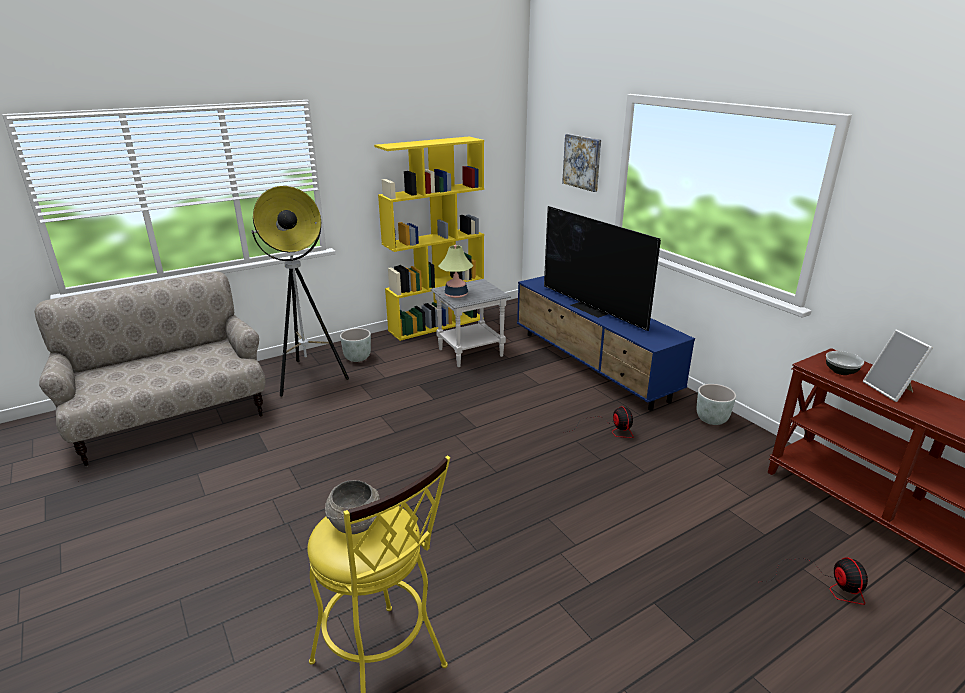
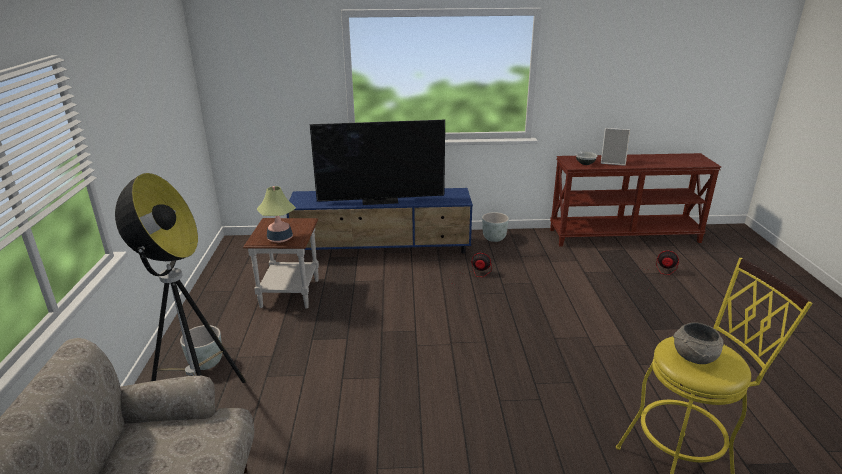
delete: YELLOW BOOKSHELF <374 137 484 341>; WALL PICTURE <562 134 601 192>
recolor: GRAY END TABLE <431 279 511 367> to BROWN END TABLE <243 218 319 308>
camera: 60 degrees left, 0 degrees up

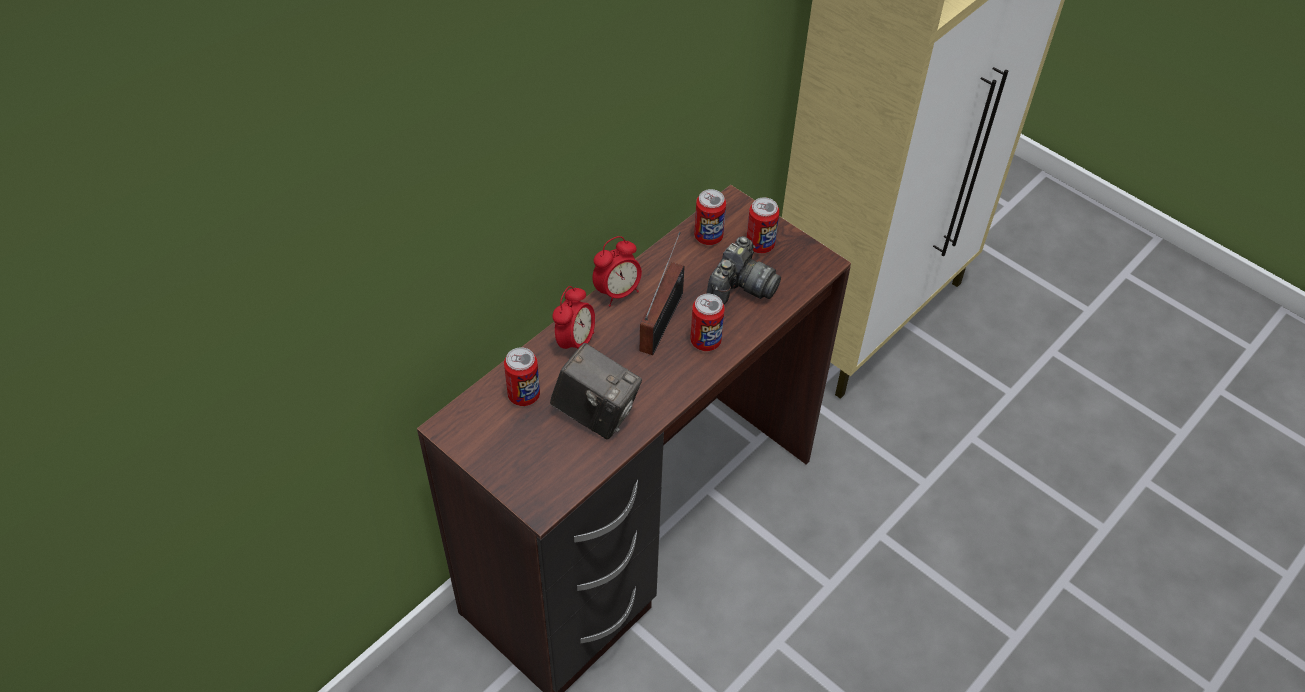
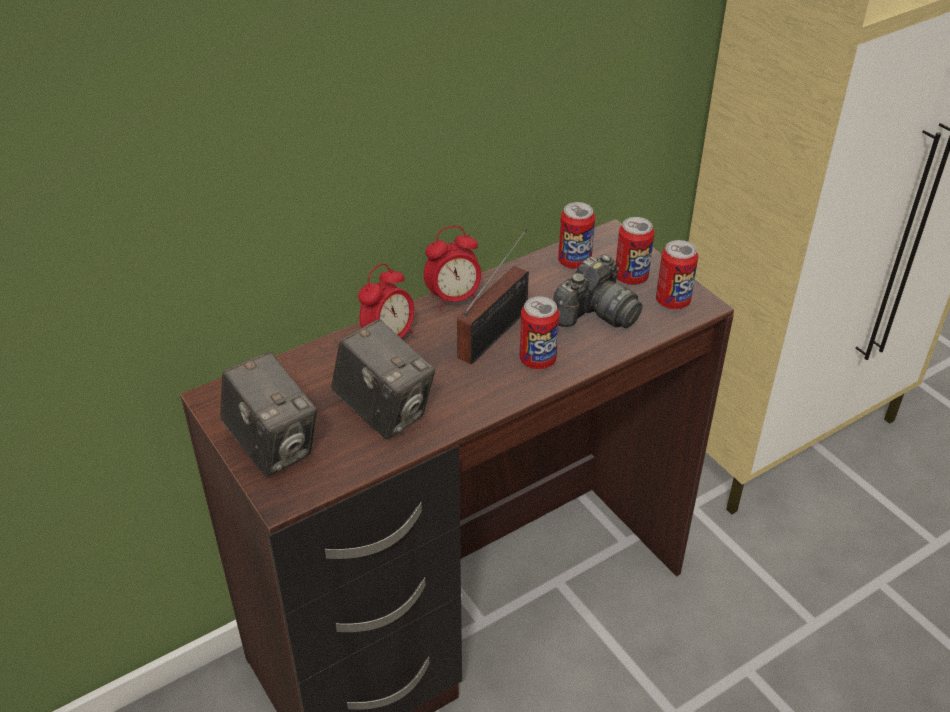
insert: STILL CAMERA <220 352 317 476>
move: METAL CAN <504 347 540 406> to <656 240 698 309>
camera: 15 degrees right, 10 degrees down

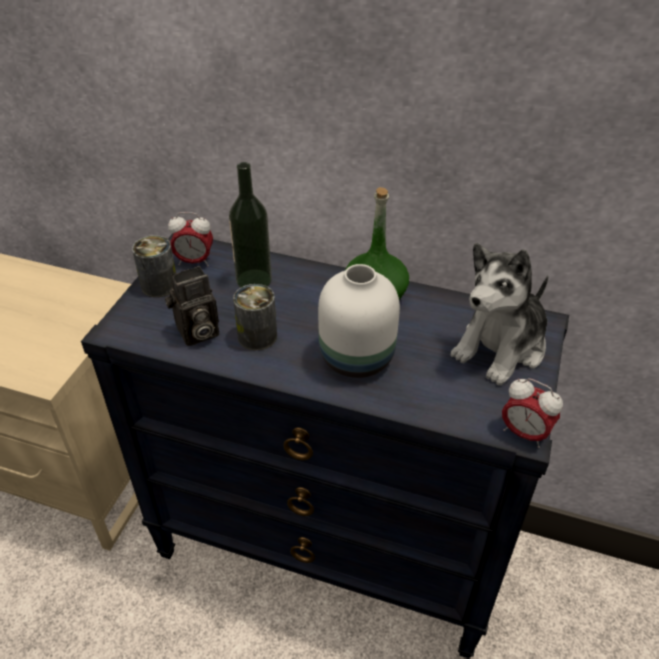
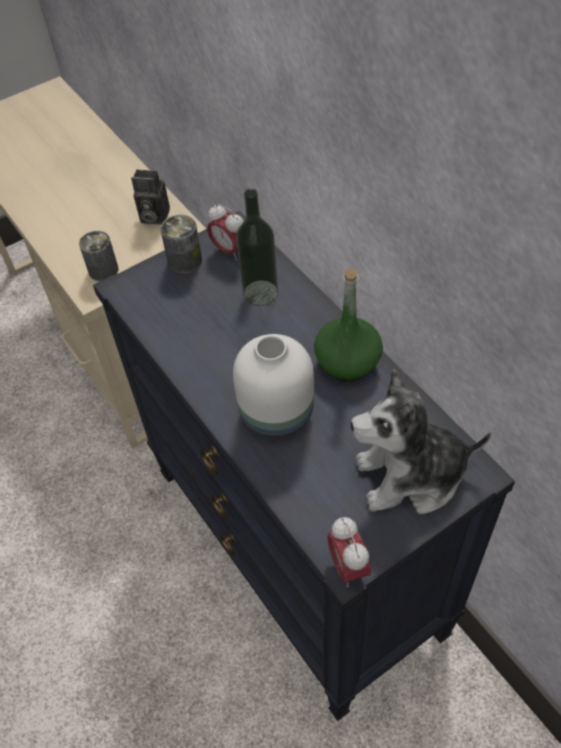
move: STILL CAMERA <165 266 219 346> to <131 170 170 225>; METAL CAN <233 284 277 351> to <79 231 119 281>
camera: 40 degrees right, 10 degrees up

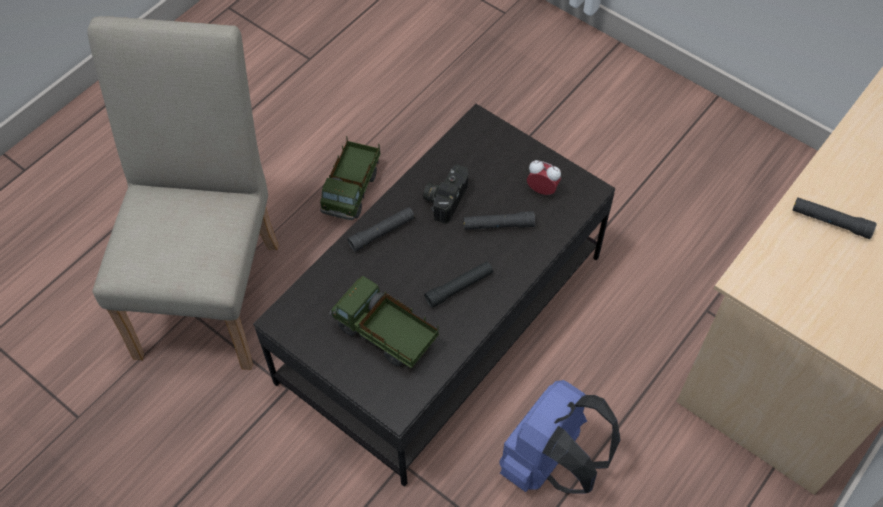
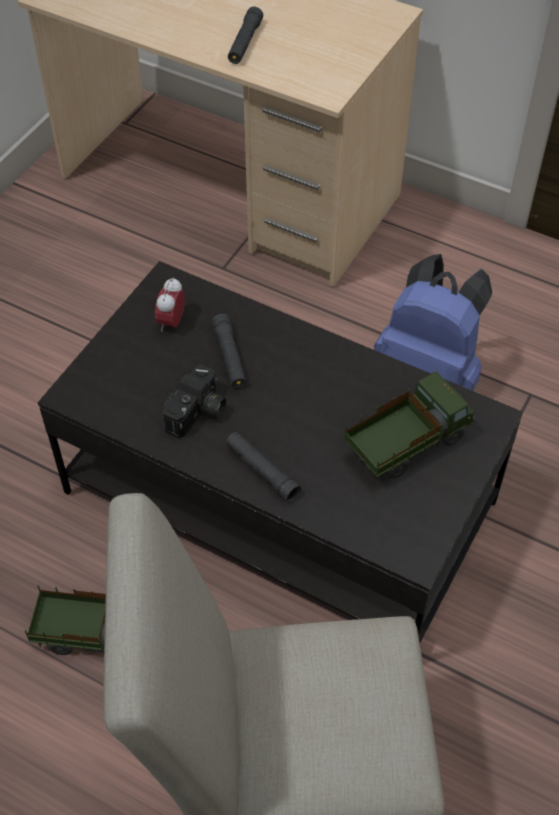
delete: BLACKISH TORCH <424 261 493 308>
rotate: TOY LORRY <330 276 439 369> = <344 372 475 479> 150 degrees counterclockwise; STILL CAMERA <423 164 468 224> = <163 365 226 438> 75 degrees counterclockwise
camera: 100 degrees left, 5 degrees down

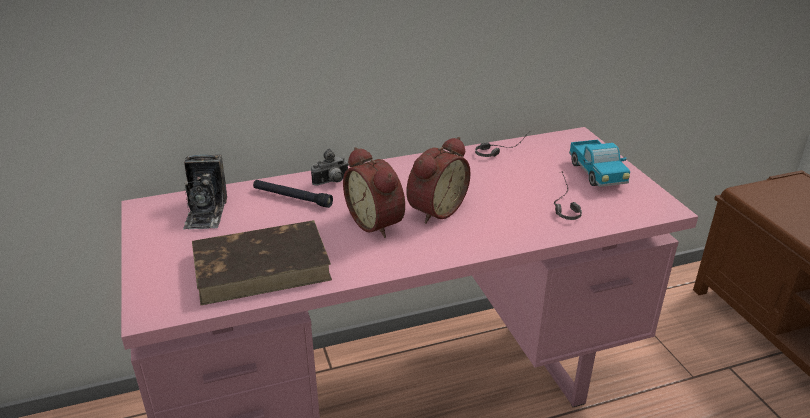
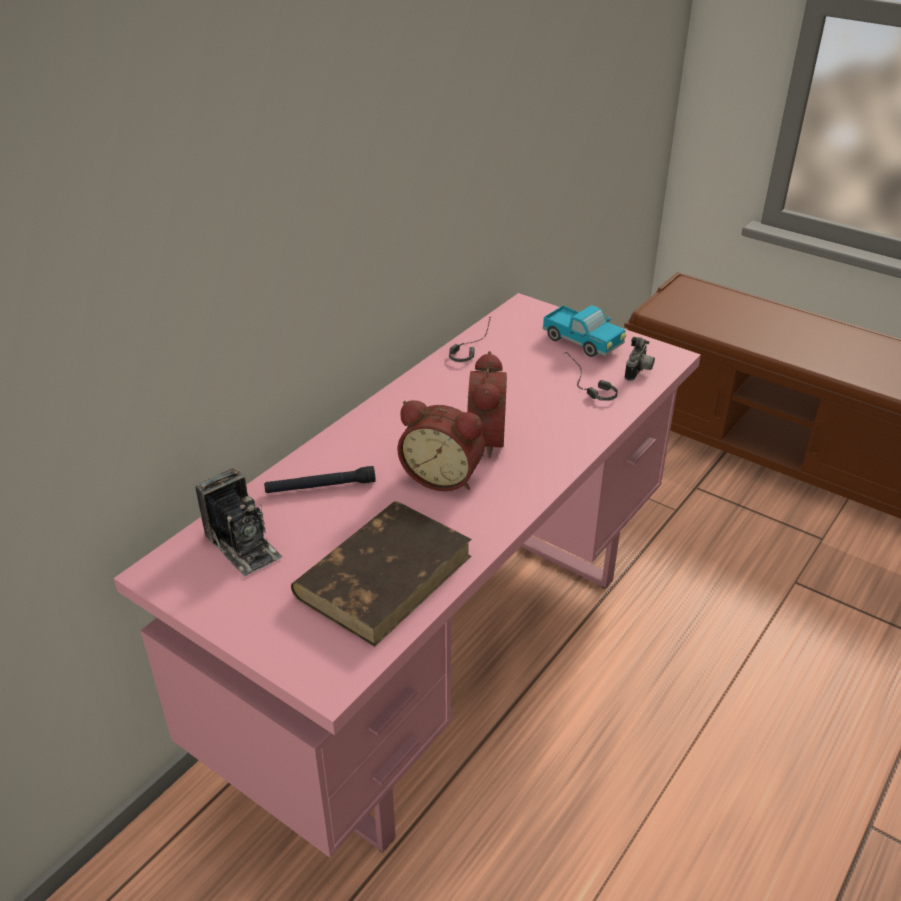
move: STILL CAMERA <311 149 349 185> to <625 337 655 381>
camera: 35 degrees left, 5 degrees up

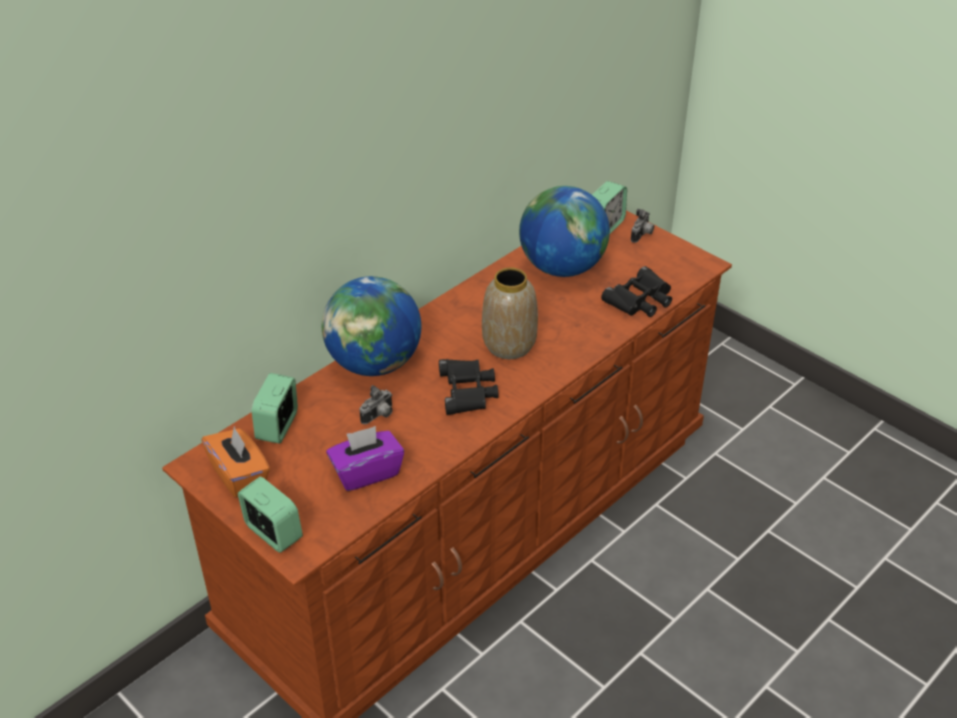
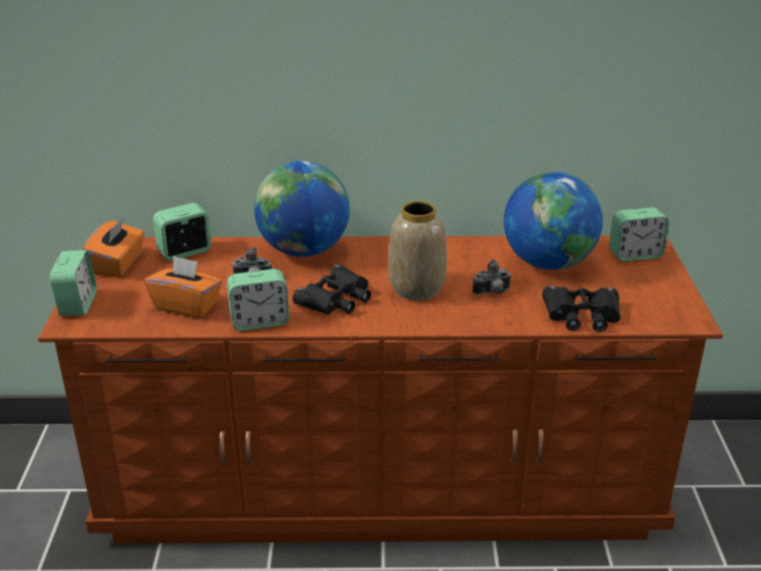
insert: BEDSIDE CLOCK <227 269 289 331>
move: STILL CAMERA <631 209 654 243> to <473 259 512 295>
recolor: PURPLE-COLOURED TISSUE HOLDER <326 426 404 491> to ORANGEY TISSUE HOLDER <144 255 222 318>
camera: 45 degrees right, 10 degrees down

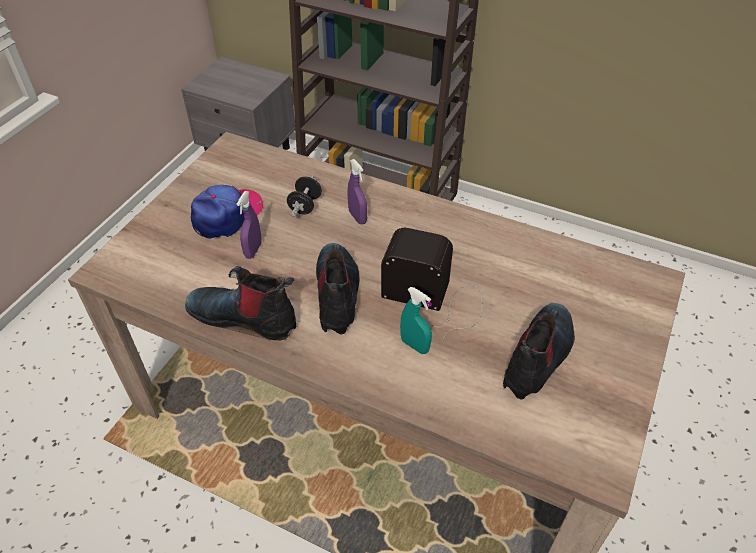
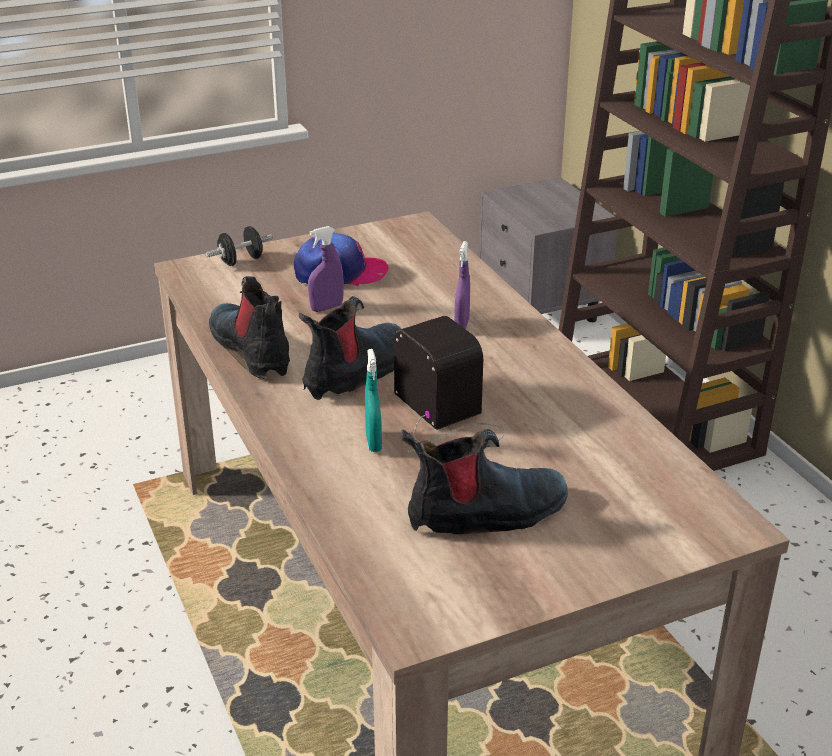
move: BLACKISH FREE WEIGHT <287 175 322 217> to <206 226 273 266>
camera: 40 degrees right, 15 degrees down

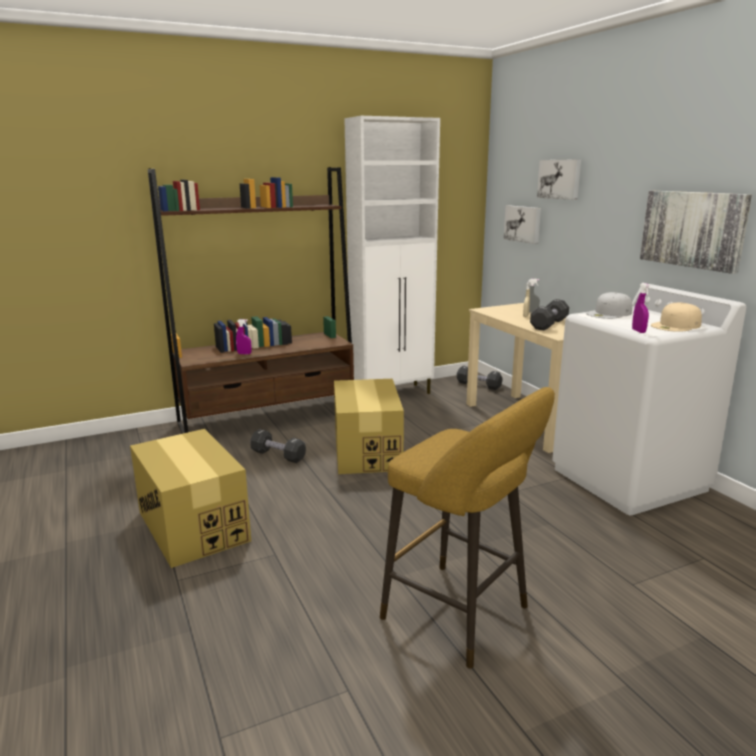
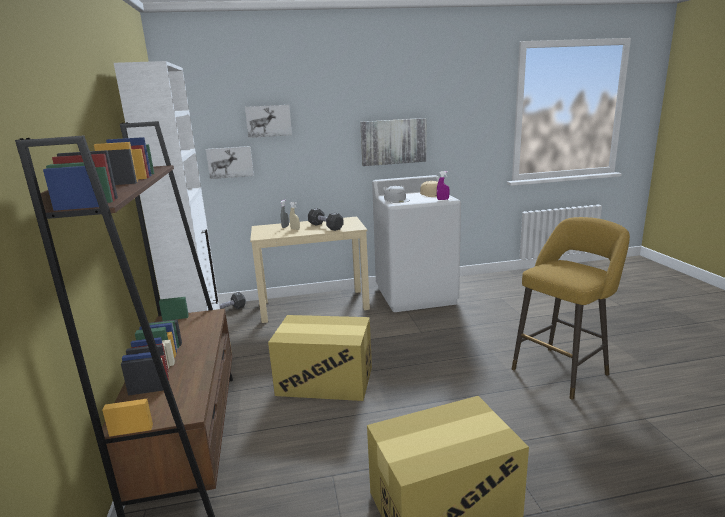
delete: PURPLE-COLOURED HAND SPRAYER <236 319 252 355>; BLACKISH FREE WEIGHT <250 429 306 463>
camera: 75 degrees left, 0 degrees up

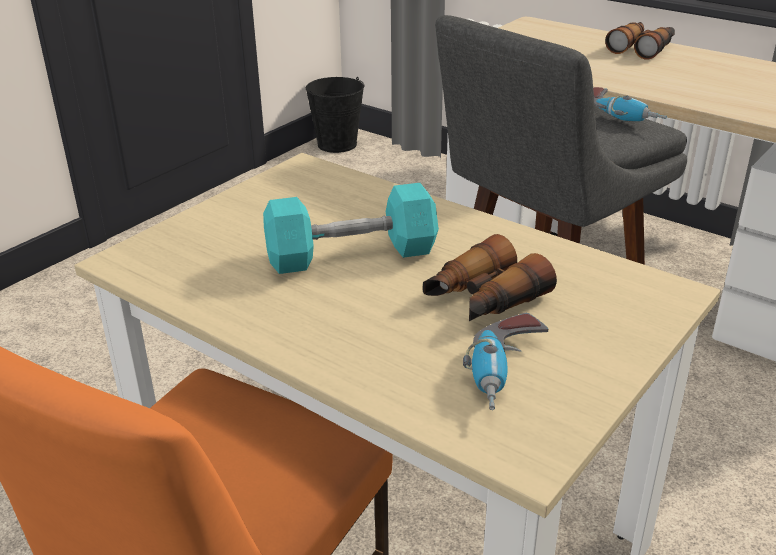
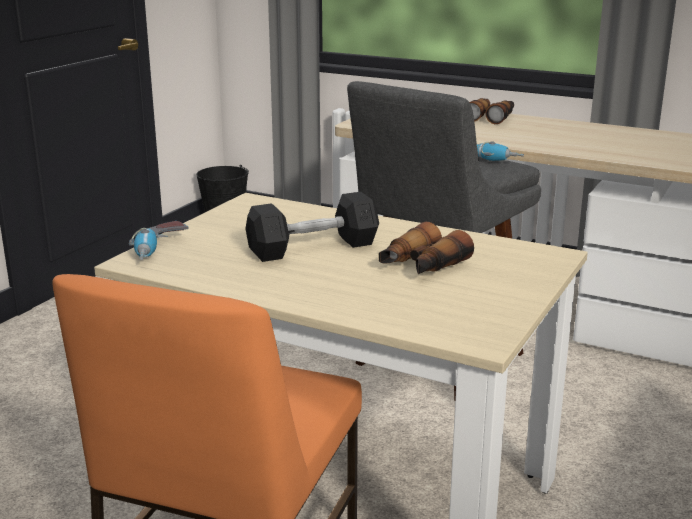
move: ELECTRIC DRILL <463 313 548 410> to <129 221 188 260>
recolor: BLUE-GREEN FREE WEIGHT <263 183 439 274> to BLACKISH FREE WEIGHT <245 192 379 262>
camera: 10 degrees left, 10 degrees down

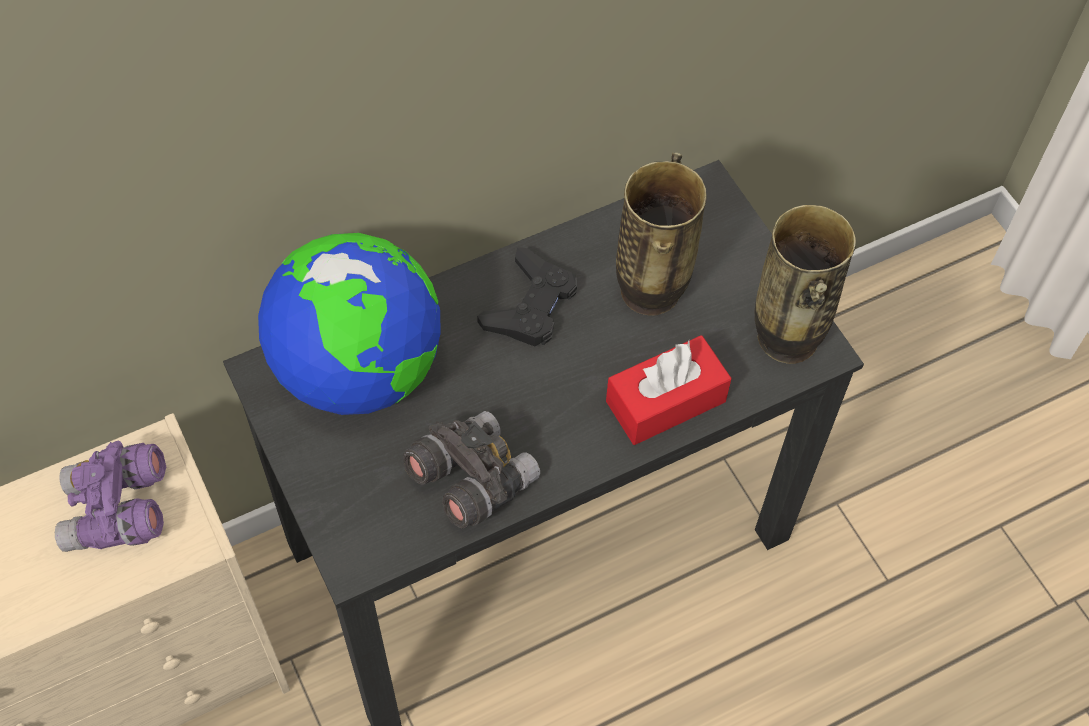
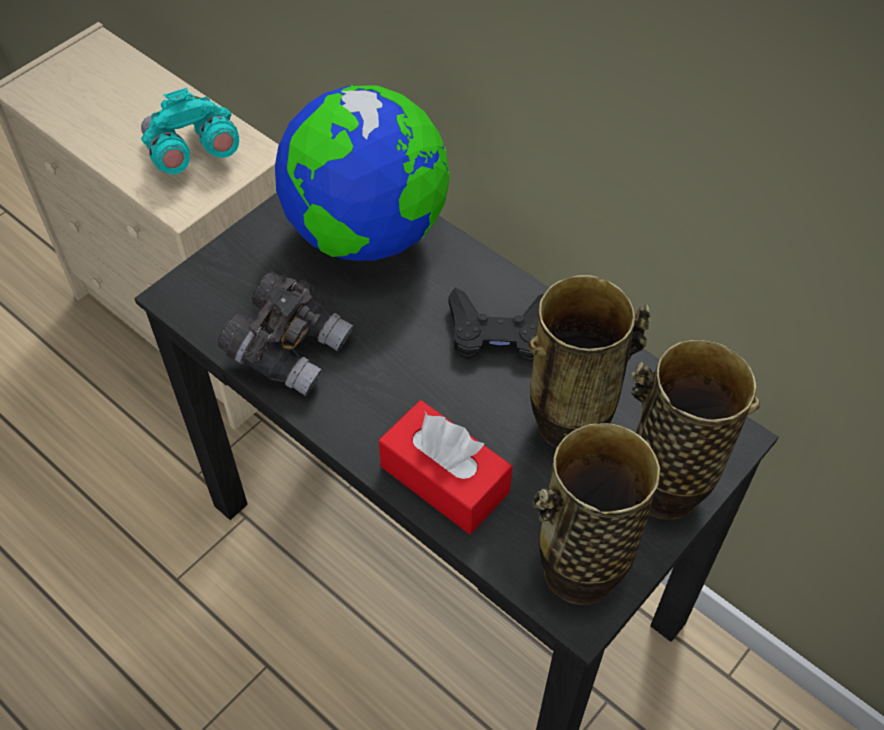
insert: VASE <631 340 760 520>
recolor: PURPLE-COLOURED FIELD GLASSES <55 440 166 552> to BLUE-GREEN FIELD GLASSES <141 88 239 174>
camera: 70 degrees right, 5 degrees down

